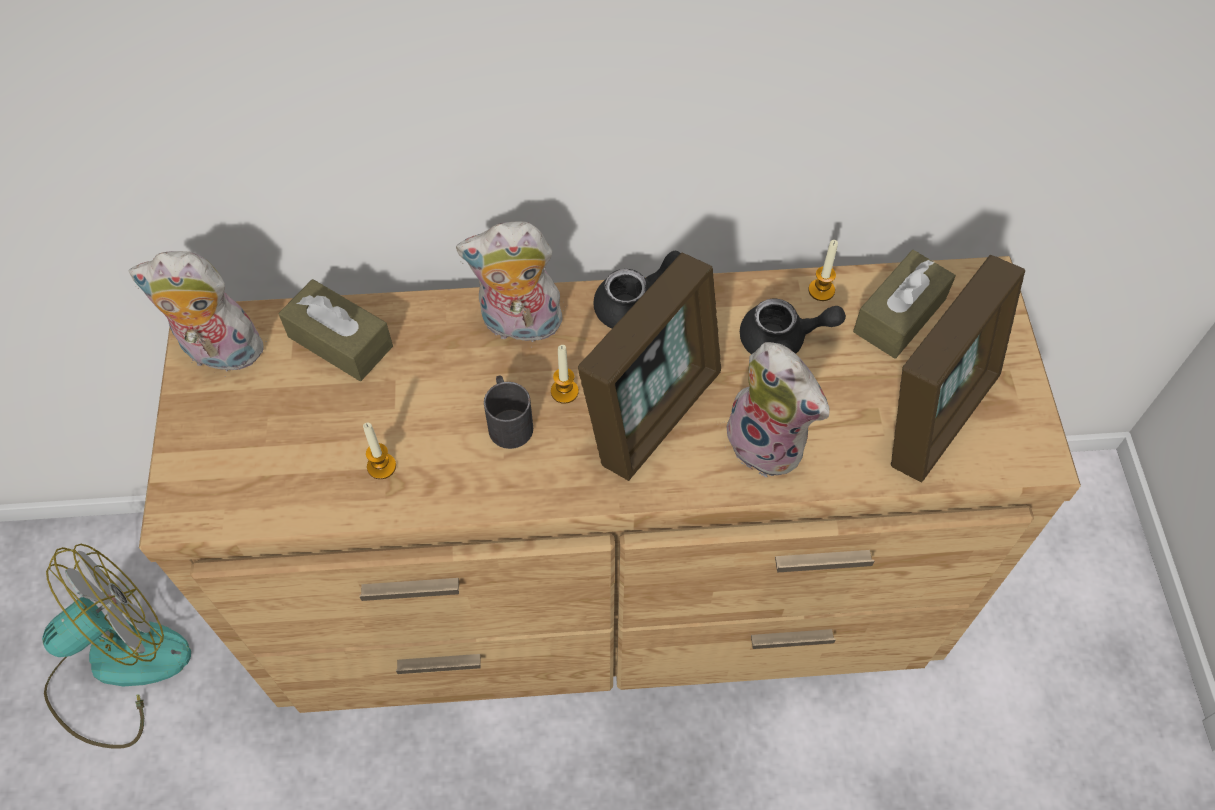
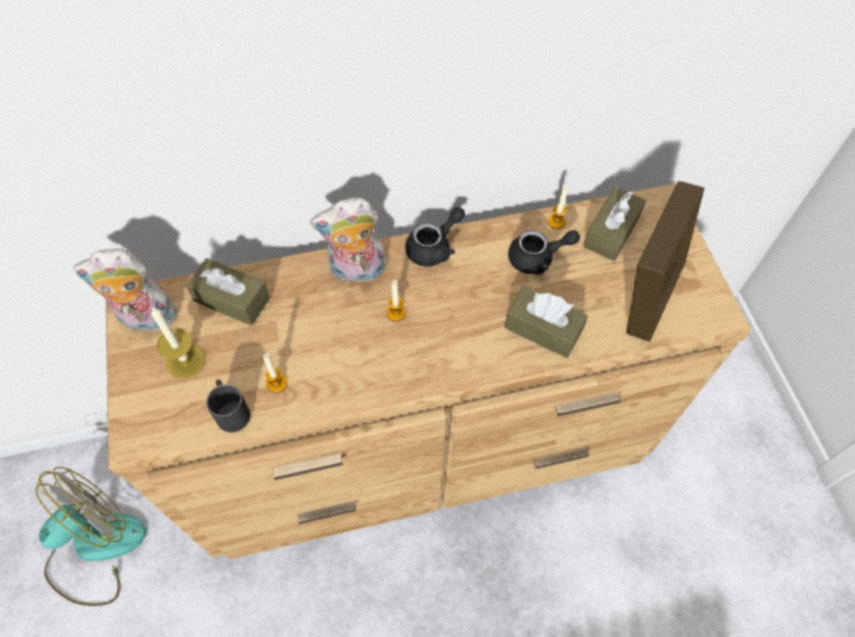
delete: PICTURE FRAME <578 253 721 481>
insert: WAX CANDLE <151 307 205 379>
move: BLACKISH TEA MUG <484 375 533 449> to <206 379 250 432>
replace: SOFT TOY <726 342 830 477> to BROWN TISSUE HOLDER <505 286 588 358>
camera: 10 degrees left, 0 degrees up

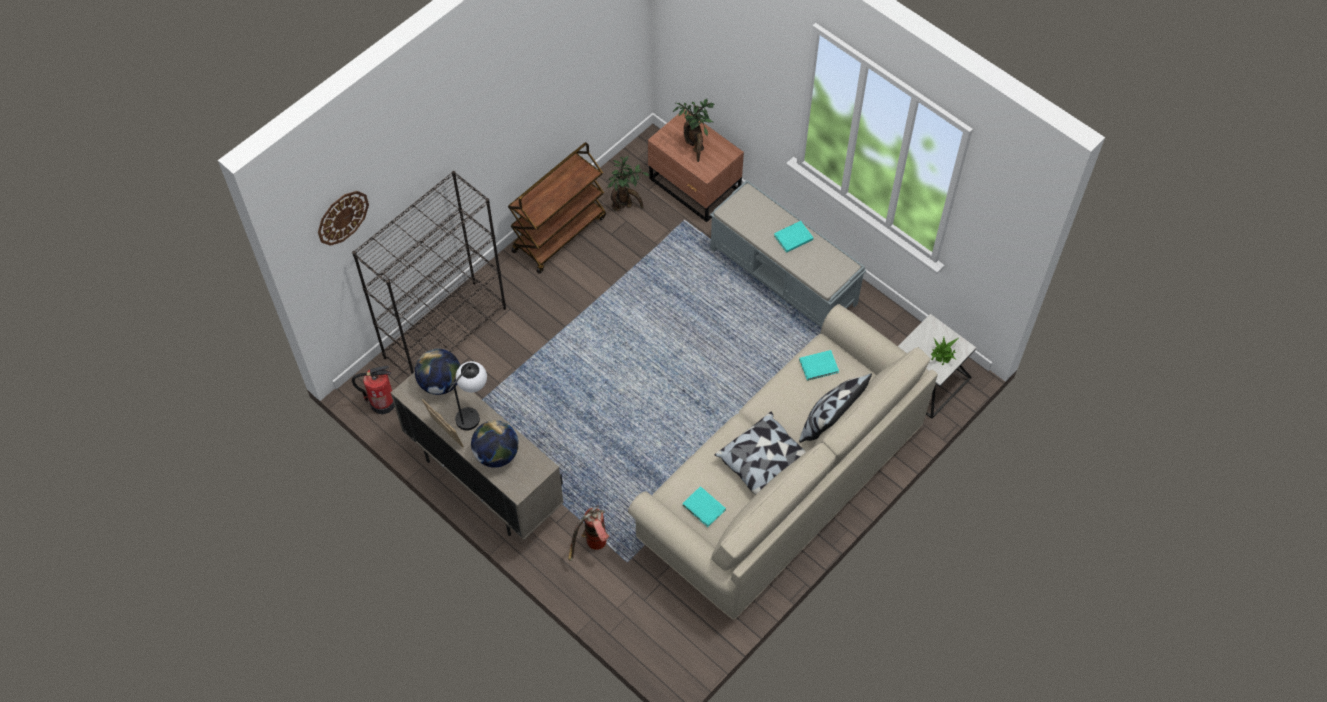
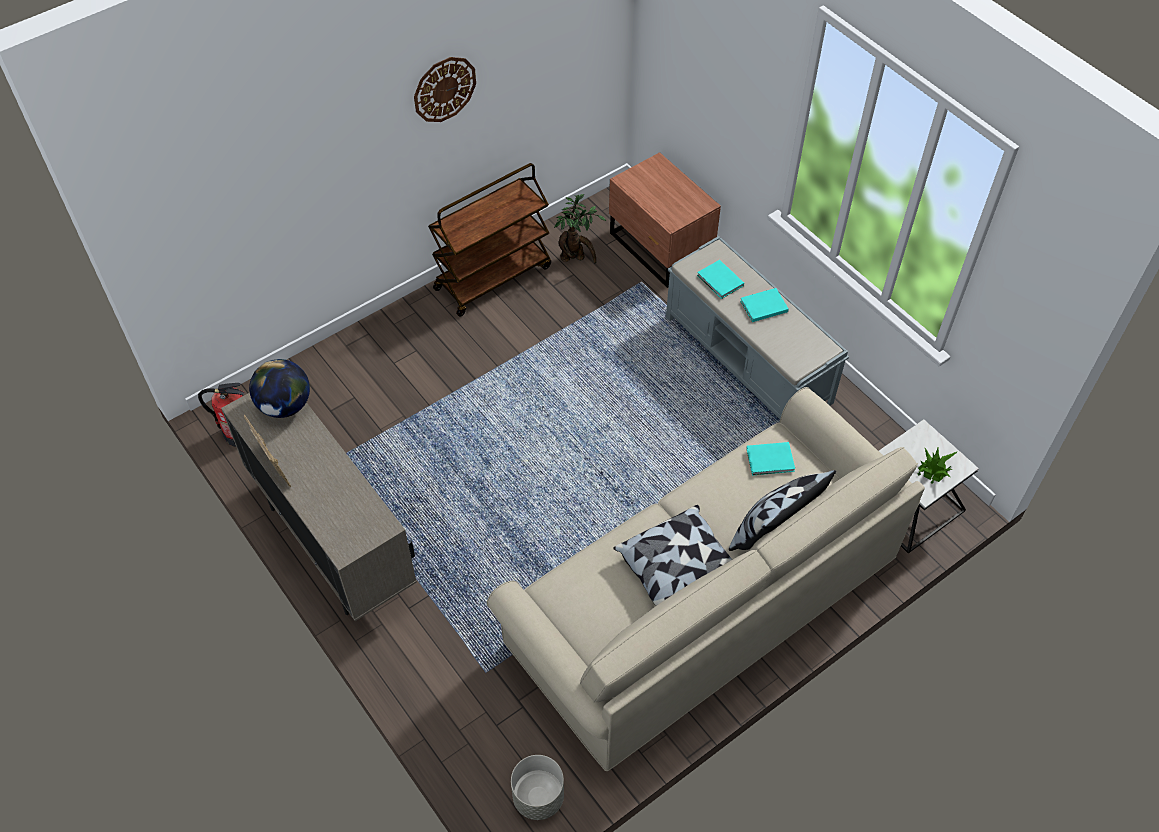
delete: BLACKISH BOOKSHELF <352 171 506 377>; TABLETOP LAMP <448 361 487 431>; GLOBE <471 420 519 468>; FIRE-FIGHTING CYLINDER <568 506 609 561>; PLANT IN A POT <673 99 715 162>
insert: GRAY PLANT POT <511 755 564 820>
move: CLOCK ON THE WALL <318 191 369 246> to <414 57 476 122>; BLUE-GREEN BOUND BOOK <682 486 726 527> to <697 260 744 299>
camera: 10 degrees right, 5 degrees down

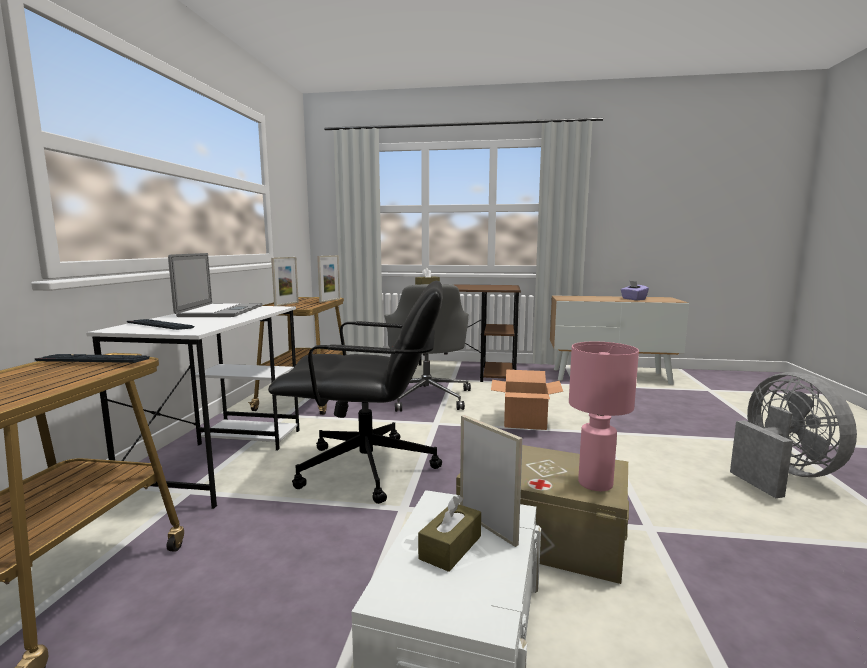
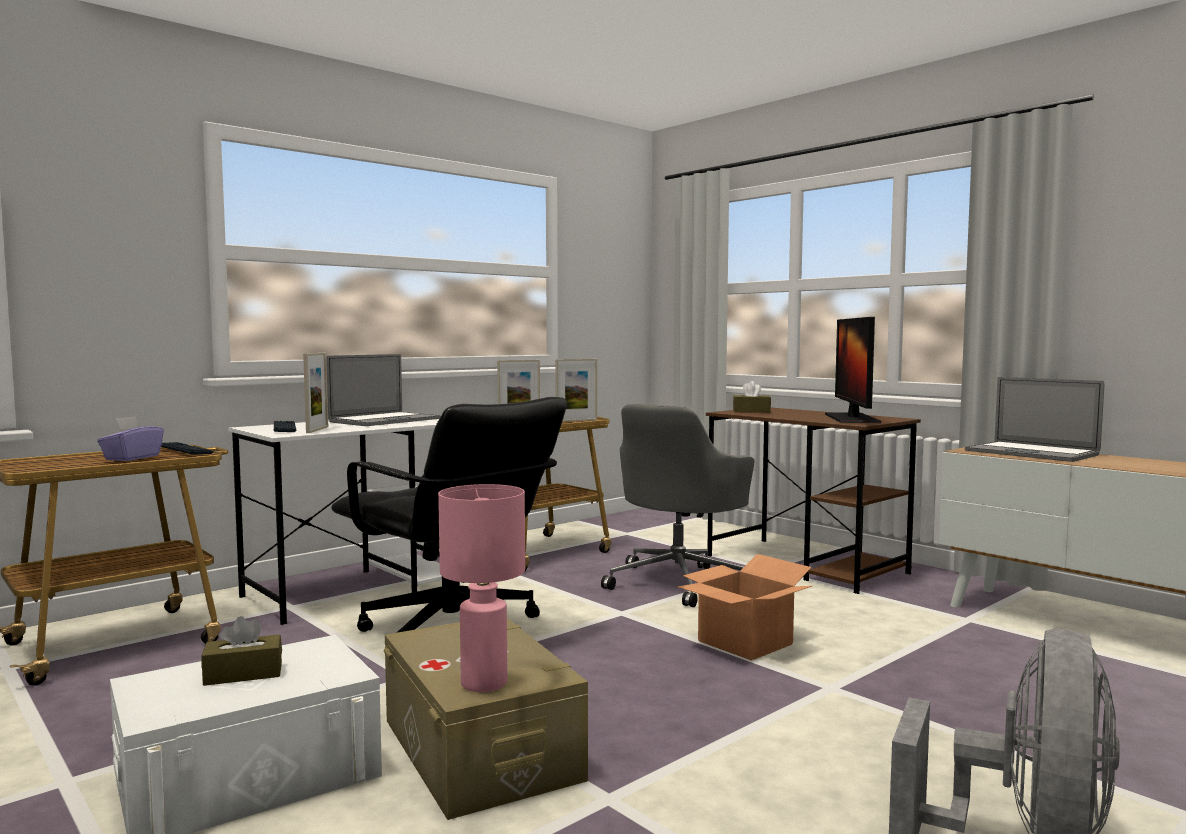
insert: COMPUTER SCREEN <825 317 881 423>; LAPTOP <965 377 1104 462>
move: PICTURE FRAME <460 415 523 547> to <303 353 328 433>; PURPLE-COLOURED TISSUE HOLDER <621 281 649 300> to <97 416 164 461>
camera: 40 degrees right, 5 degrees down

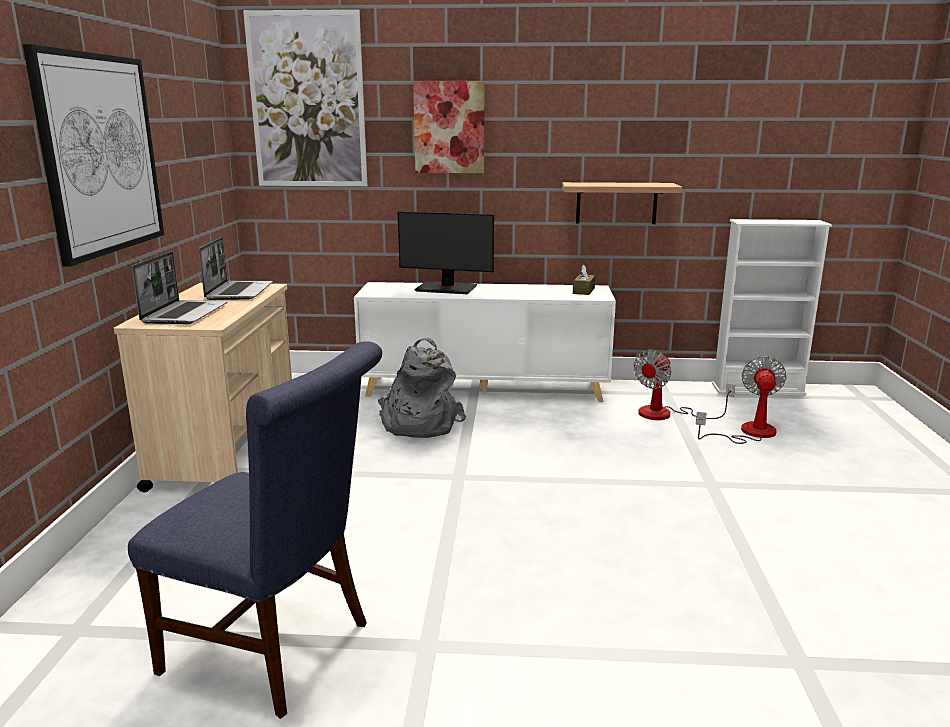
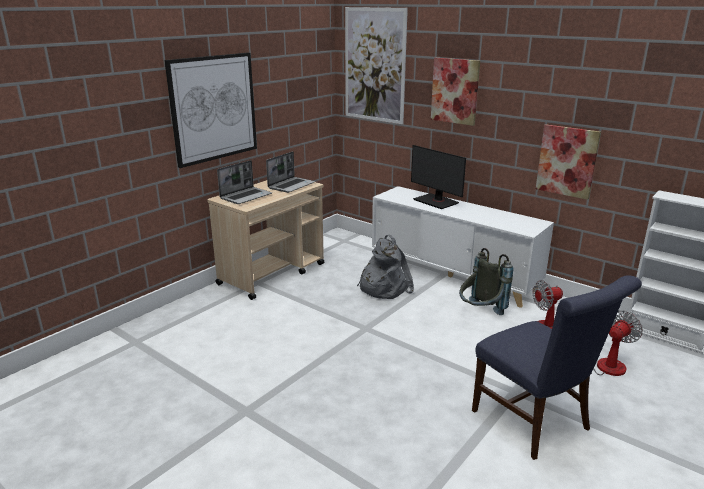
delete: BROWN TISSUE HOLDER <573 265 595 295>
insert: GRAY KNAPSACK <459 248 513 315>
move: BLUISH PLAIN CHAIR <128 341 382 719> to <472 275 642 460>
replace: BRACKET SHELF <562 182 682 224> to WALL PICTURE <536 124 601 200>
camera: 35 degrees right, 5 degrees up

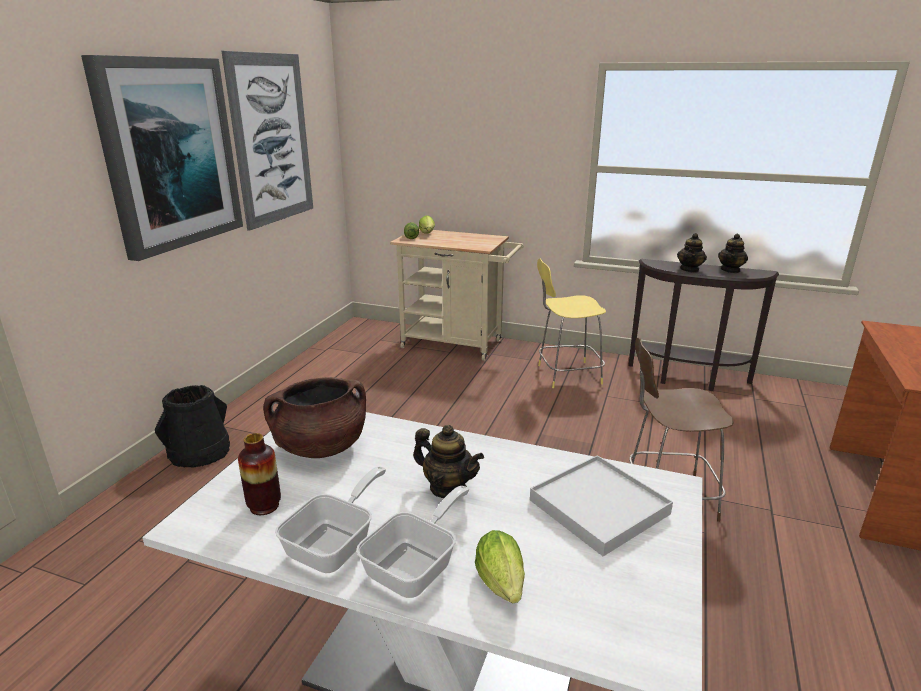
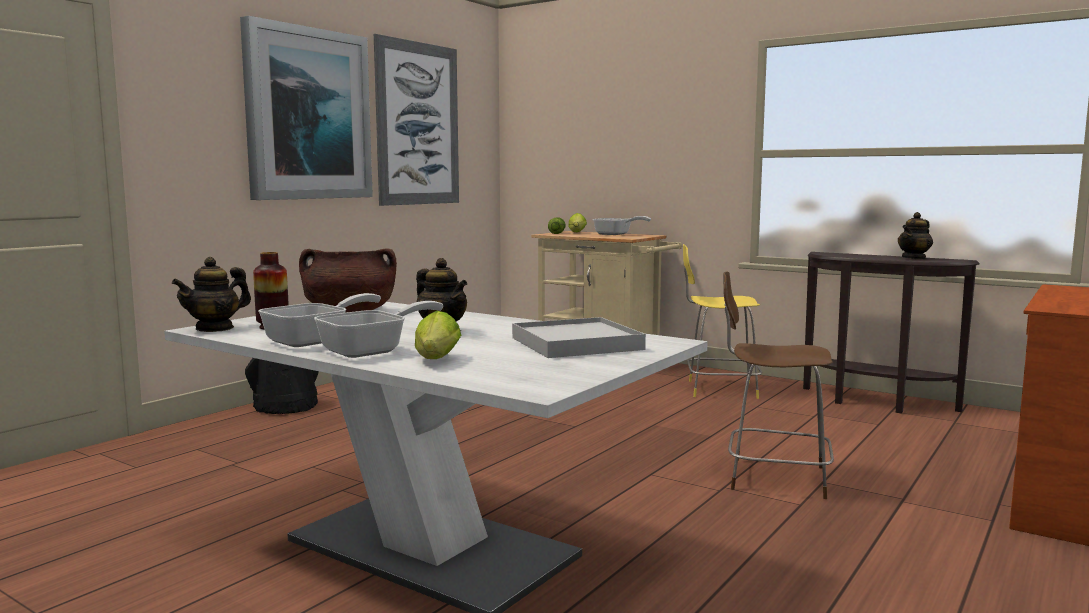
insert: PAN <593 216 651 235>
move: TEA POT <677 233 707 273> to <172 257 251 332>
camera: 15 degrees right, 15 degrees down

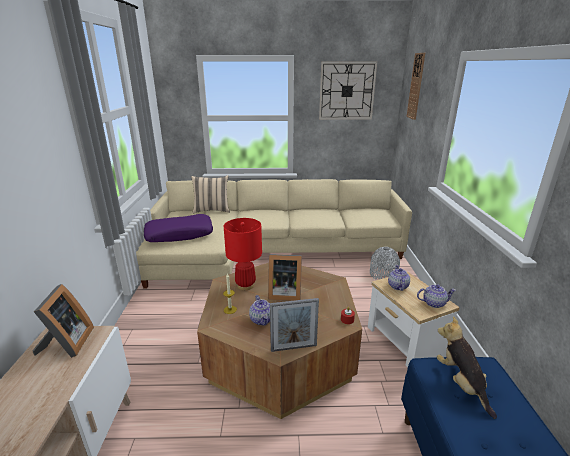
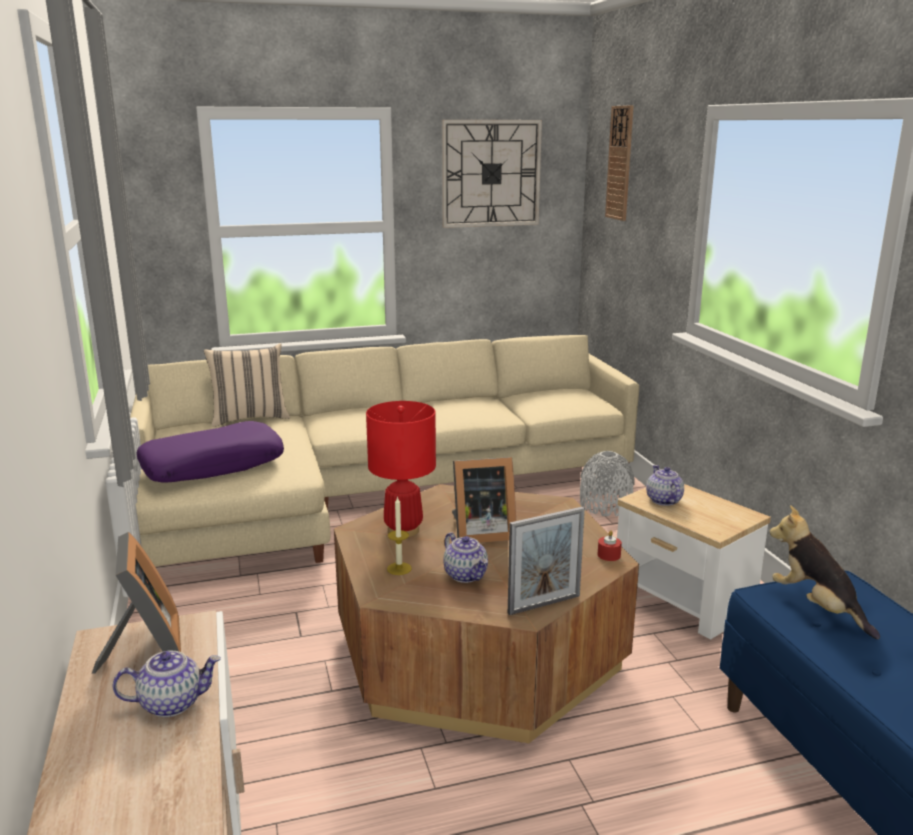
move: TEA POT <417 285 456 308> to <113 651 221 717>
camera: 15 degrees left, 5 degrees down

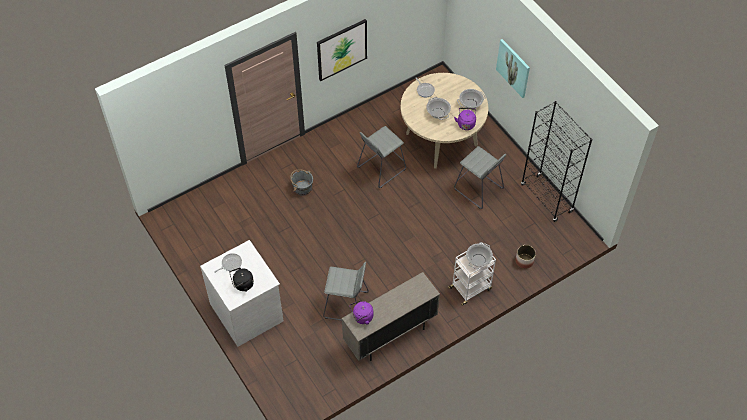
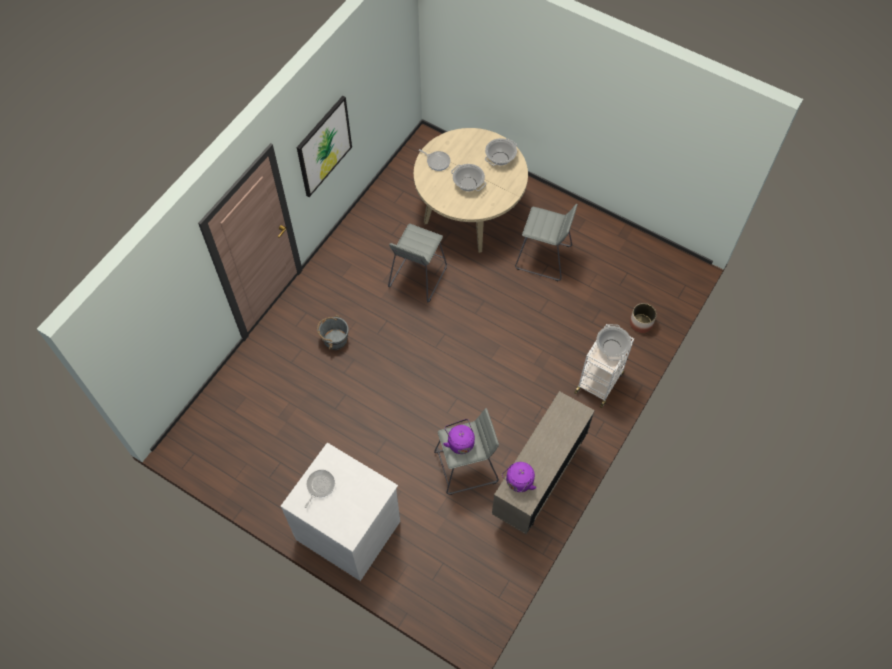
delete: BLACKISH TEA KETTLE <229 268 254 292>; WALL PICTURE <496 39 530 98>; BLACKISH BOOKSHELF <521 101 592 222>
move: PURPLE-COLOURED TEA KETTLE <454 108 476 130> to <443 419 475 454>
camera: 25 degrees left, 5 degrees up

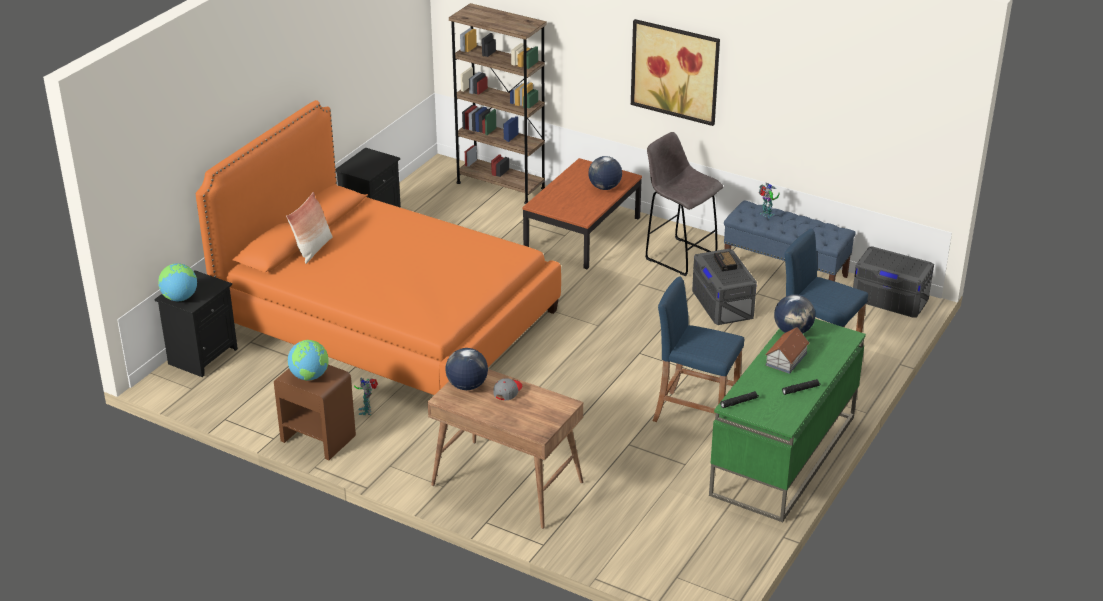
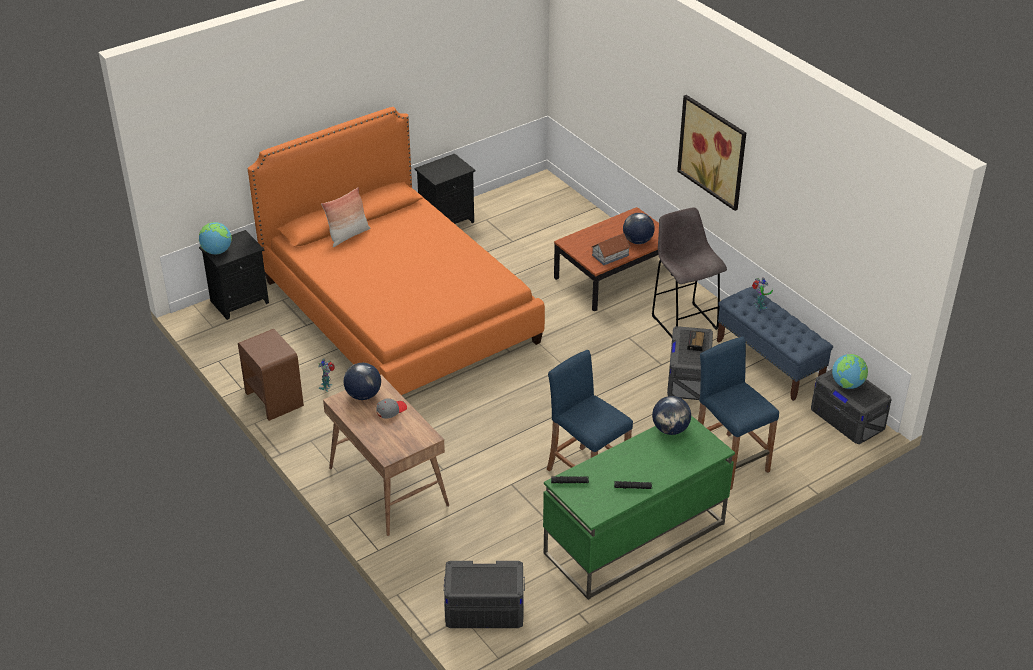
delete: BROWN BOOKSHELF <449 3 547 204>
insert: GRAY STORAGE BIN <443 561 525 628>
move: GLOBE <288 340 329 381> to <832 354 868 389>; MODEL HOUSE <765 327 809 374> to <591 233 630 265>
camera: 25 degrees right, 5 degrees up

